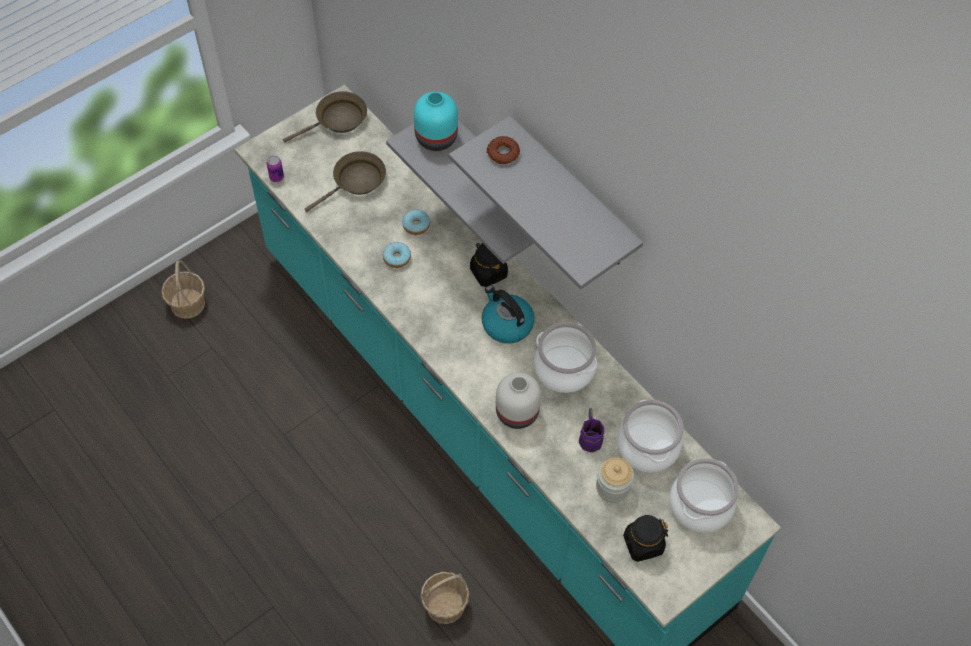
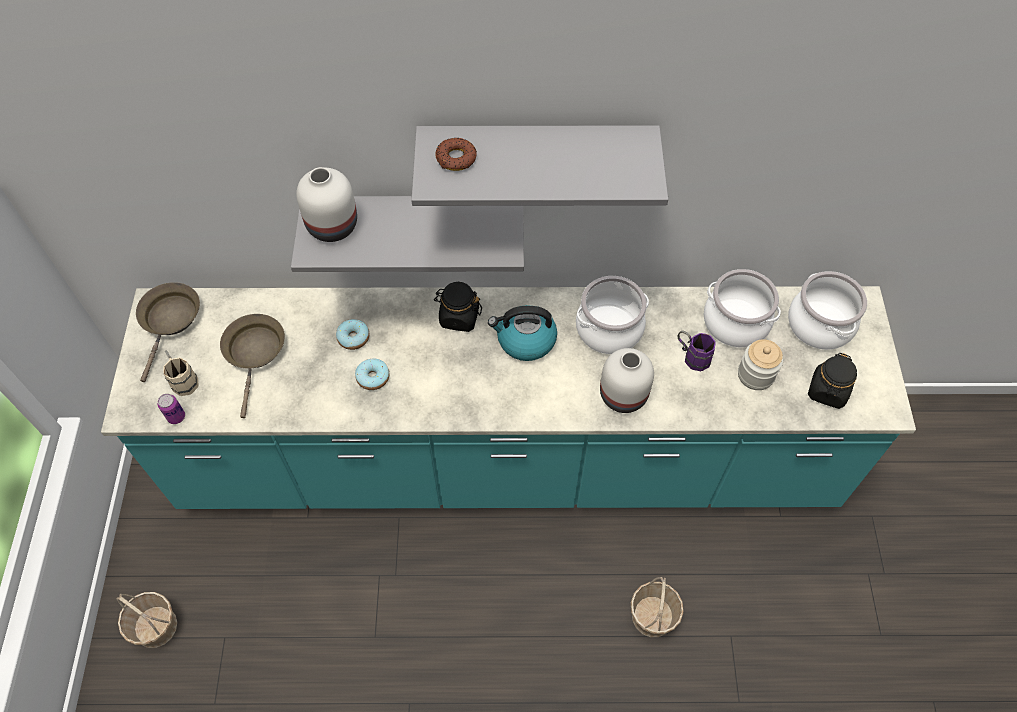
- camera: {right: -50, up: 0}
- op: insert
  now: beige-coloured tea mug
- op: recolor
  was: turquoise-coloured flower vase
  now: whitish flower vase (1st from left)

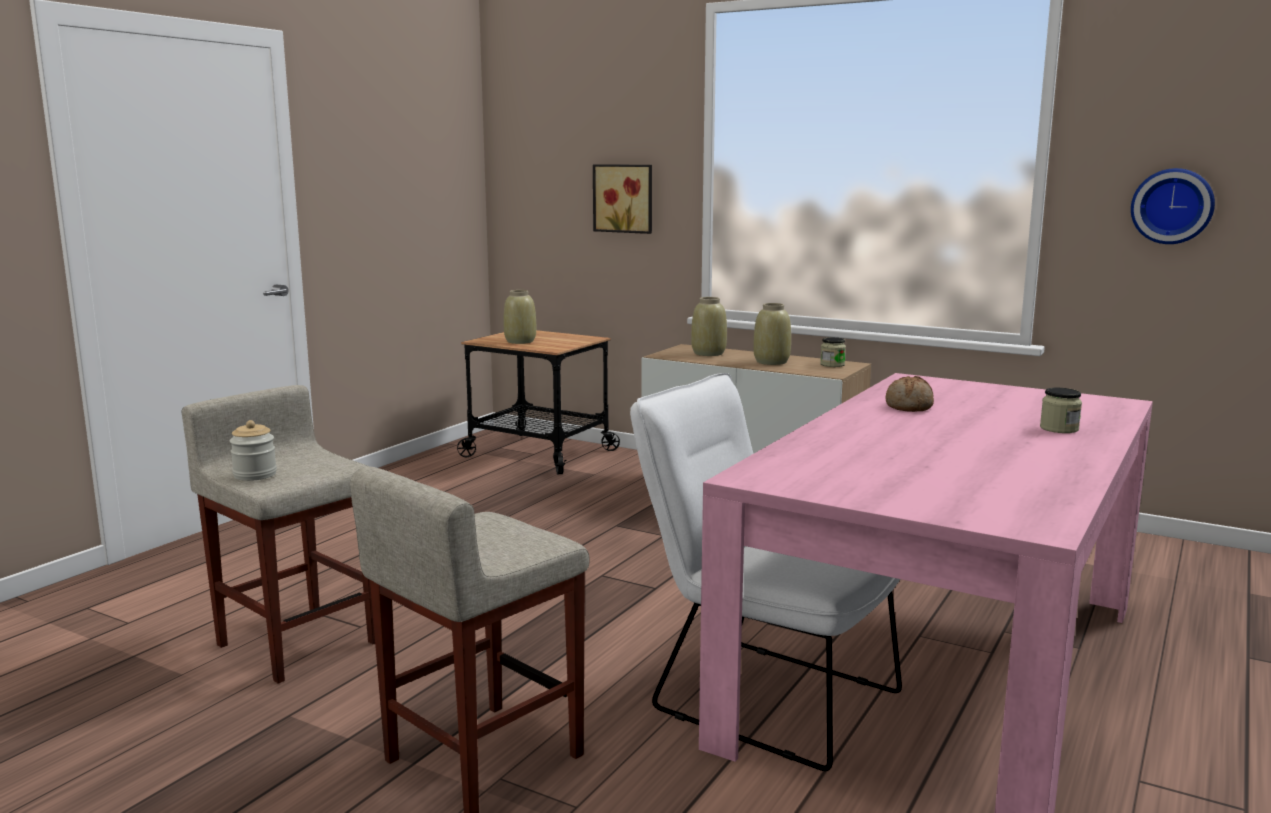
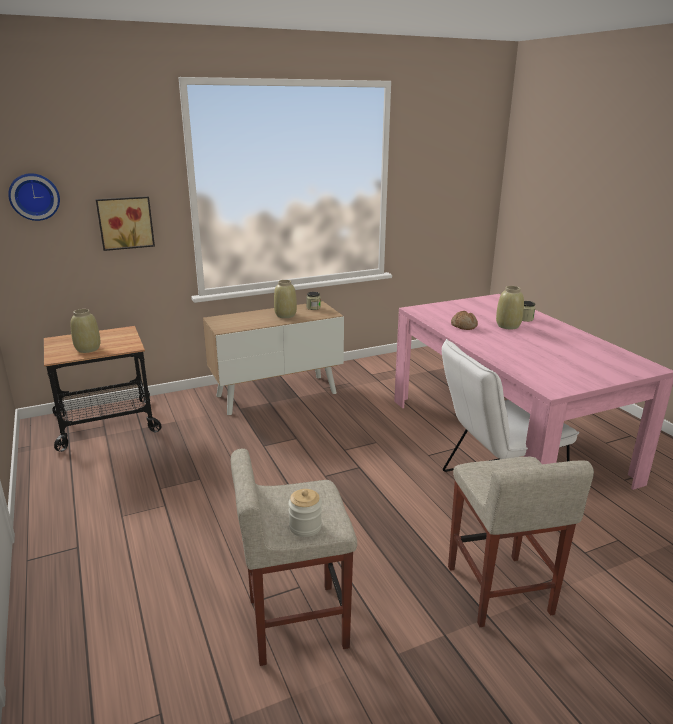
- camera: {right: -55, up: 10}
- op: move
  was: beige-coloured flower vase (2nd from left in the first image)
  now: beige-coloured flower vase (3rd from left)
- op: move
  was: hanging clock

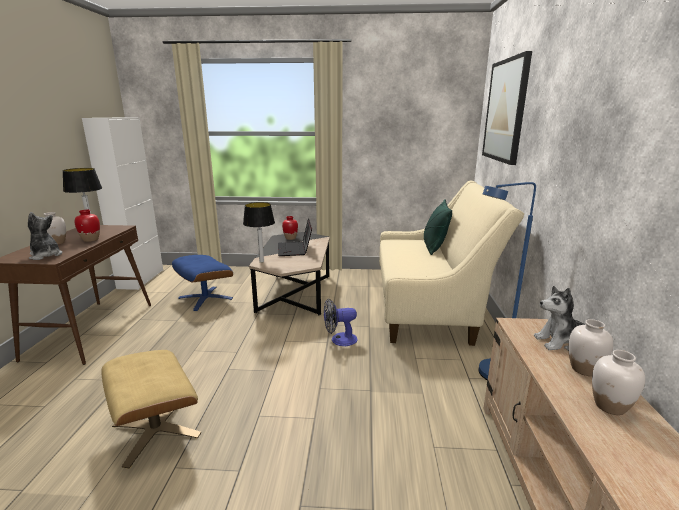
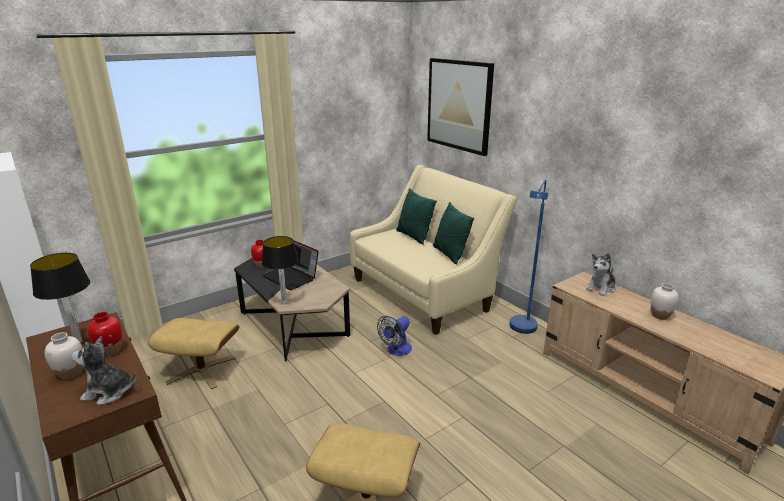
- camera: {right: -40, up: 5}
- op: delete
  was: whitish flower vase (2nd from left)
- op: insert
  now: greenish pillow (2nd from left)
- op: recolor
  was: bluish footrest
  now: beige-coloured footrest (1st from left)

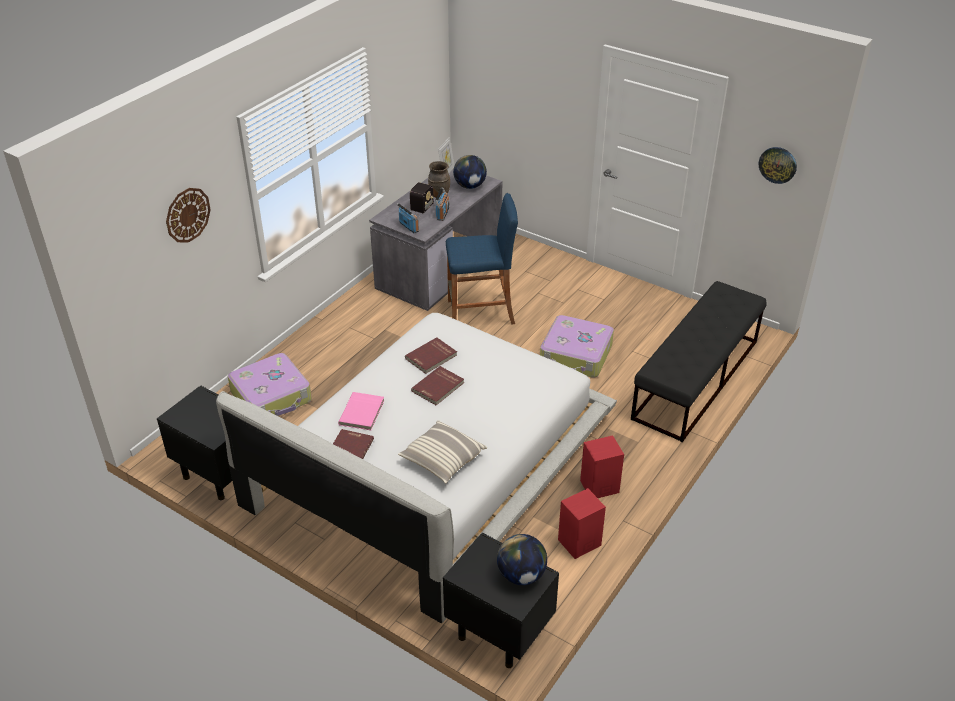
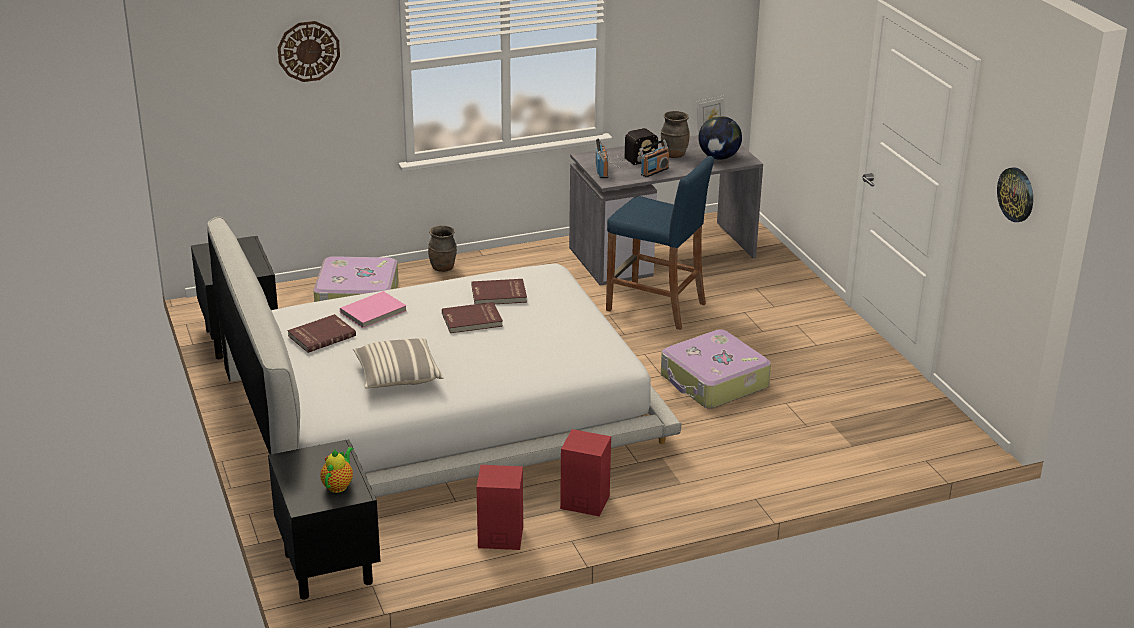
- camera: {right: 35, up: -10}
- op: delete
  was: blackish bench
- op: insert
  now: brown-coloured flower vase (1st from left)
- op: replace
  was: desk globe (2nd from left)
  now: pot for tea

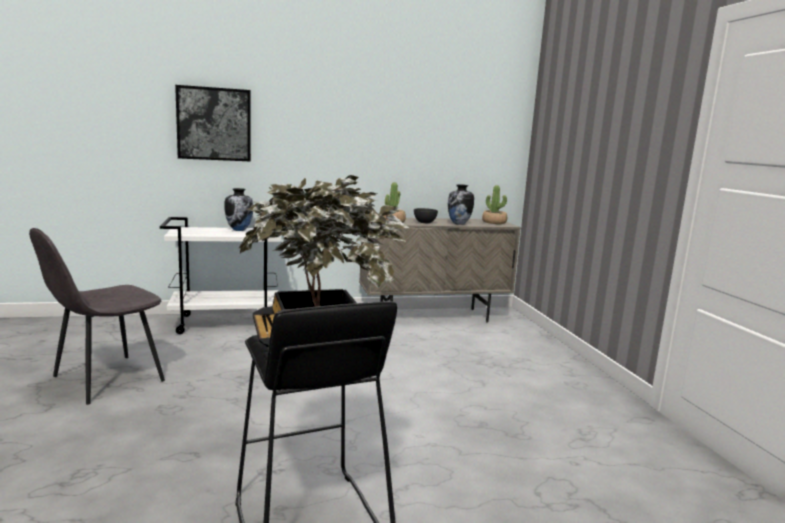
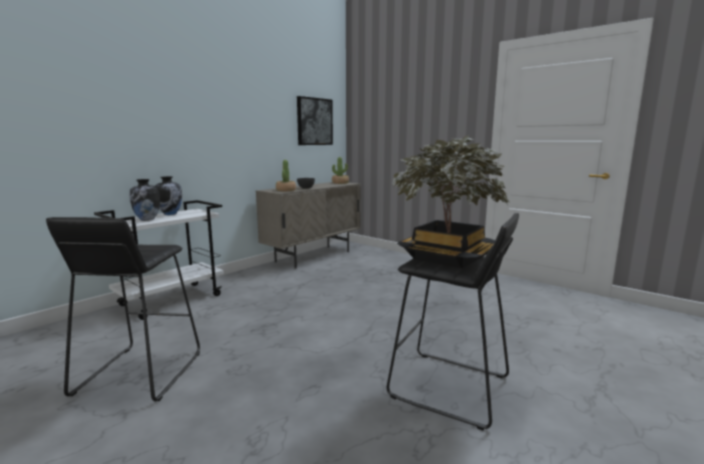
- camera: {right: -35, up: 0}
- op: move
  was: picture
- op: move
  was: flower vase (2nd from left in the first image)
  now: flower vase (1st from left)
- op: replace
  was: greyish plain chair
  now: blackish stool (1st from left)

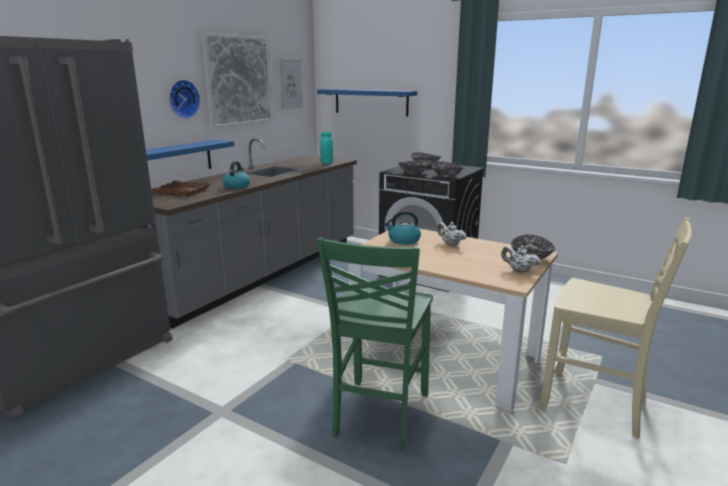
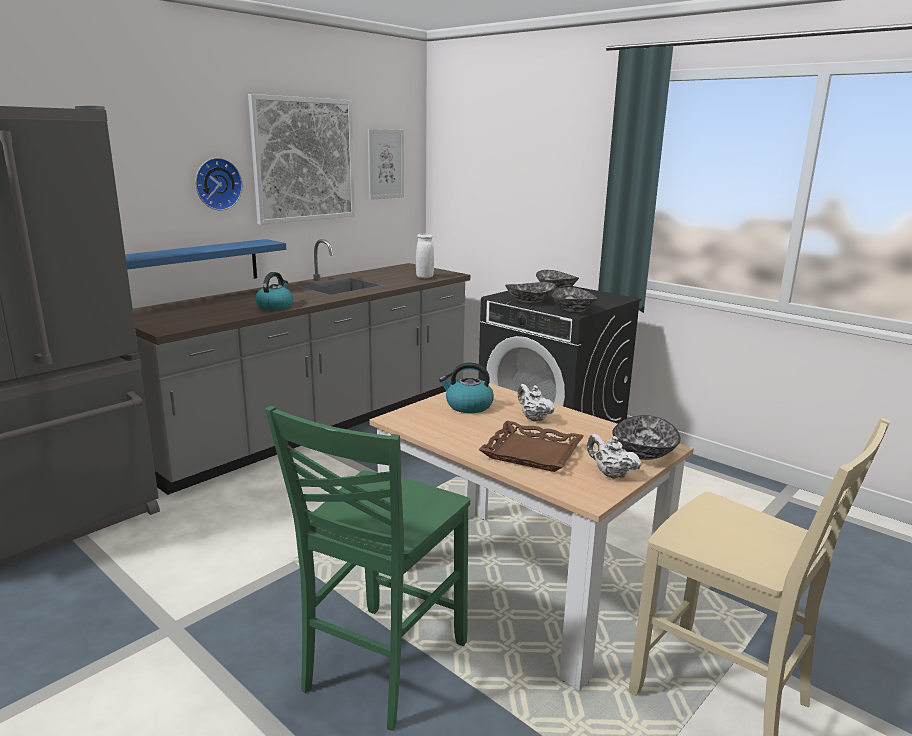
- camera: {right: 10, up: 0}
- op: delete
  was: bluish shelf (2nd from left)
- op: move
  was: brown-coloured tray
- op: recolor
  was: turquoise-coloured flower vase
  now: whitish flower vase

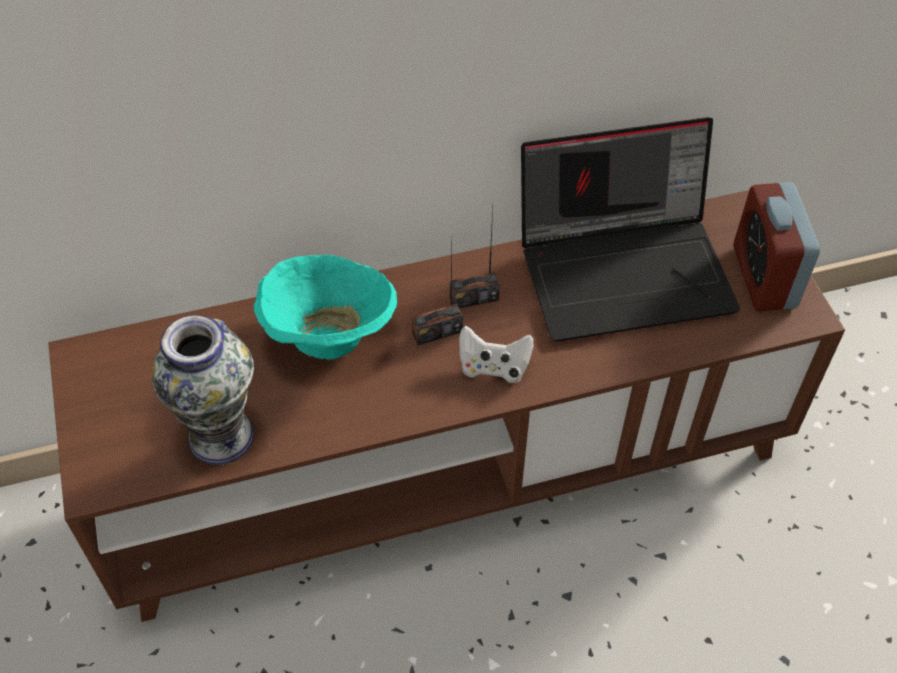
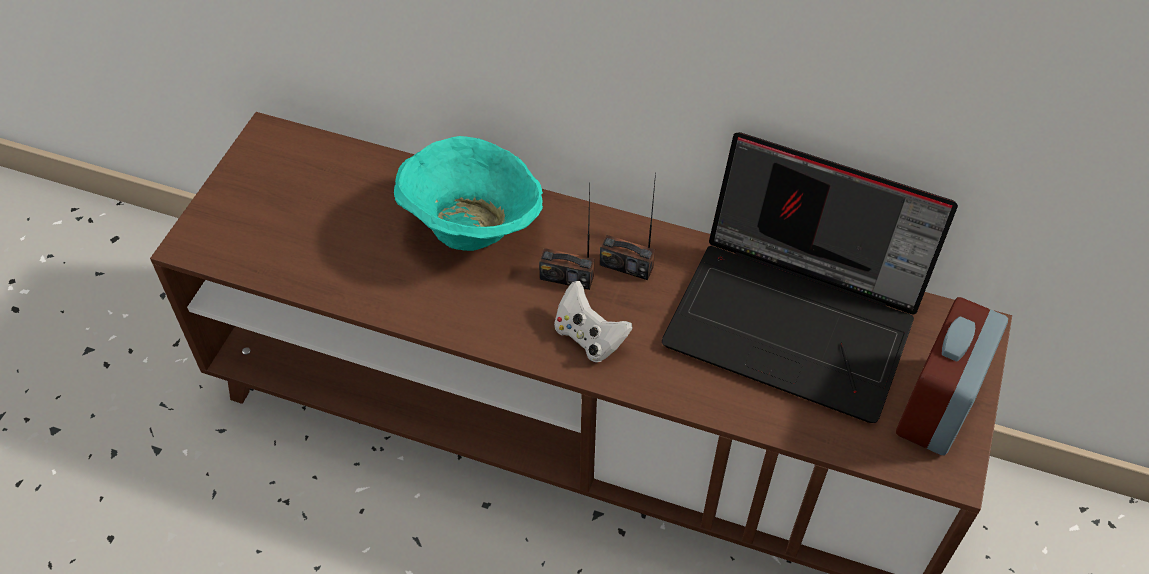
- camera: {right: 35, up: 0}
- op: delete
  was: flower vase

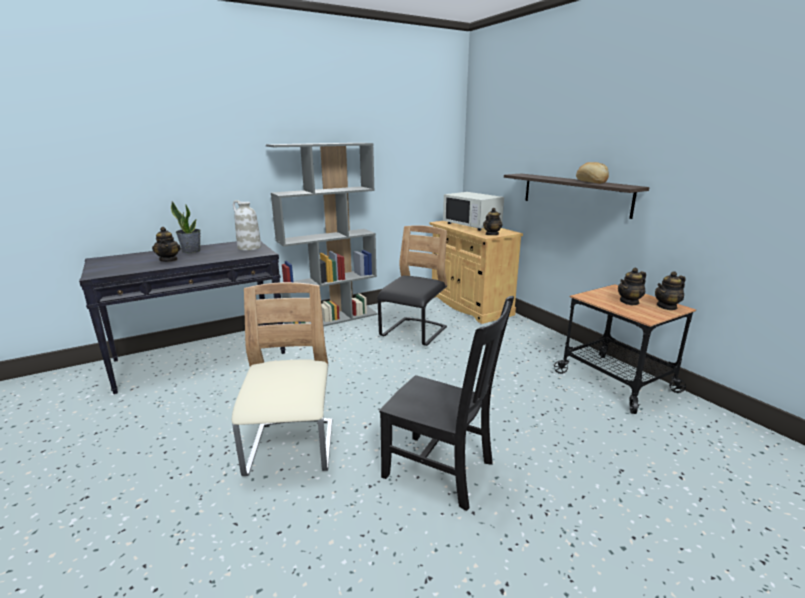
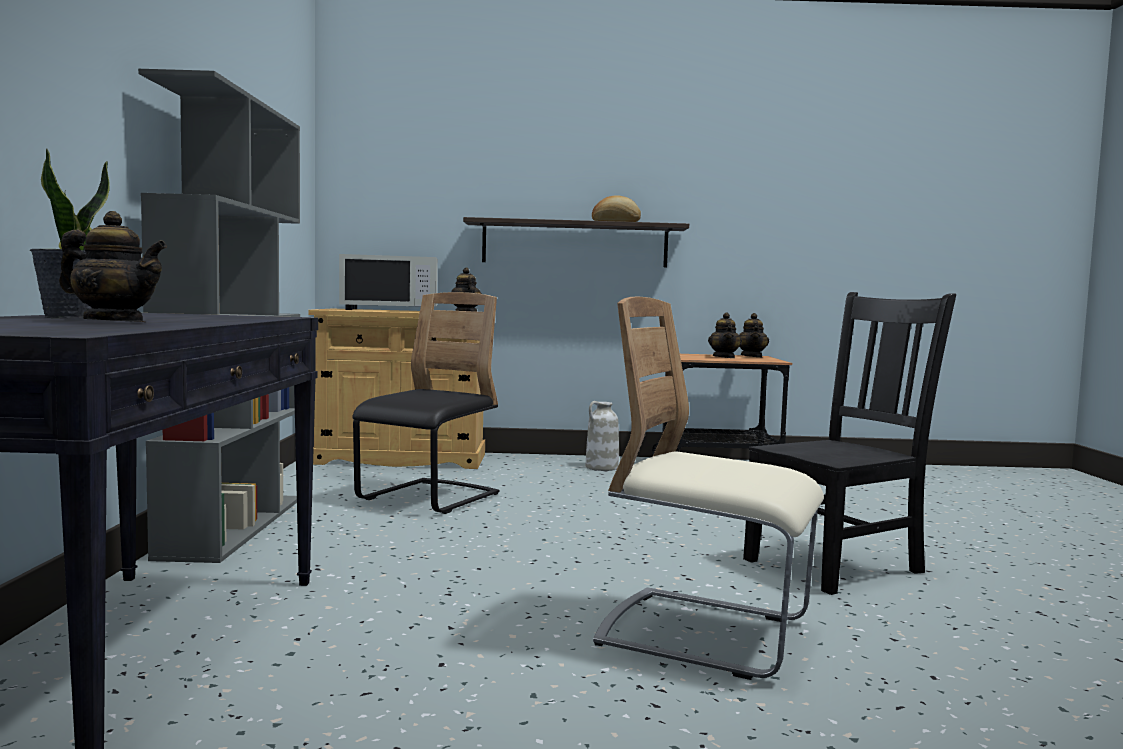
- camera: {right: -60, up: -15}
- op: move
  was: whitish flower vase
- op: rotate
  was: blackish plain chair (1st from left)
  clockwise: 60

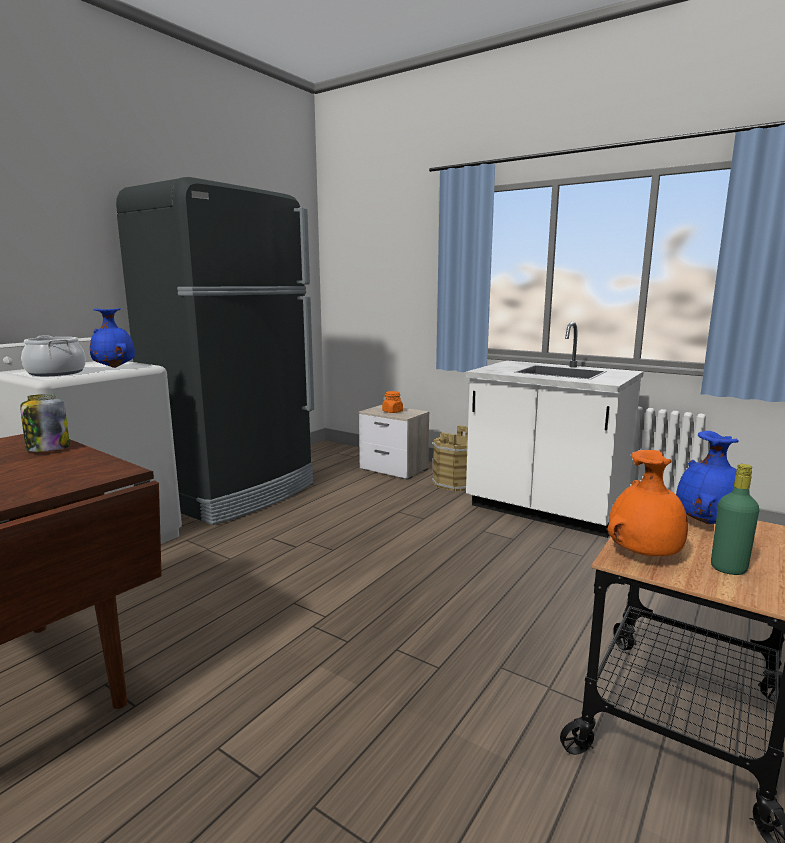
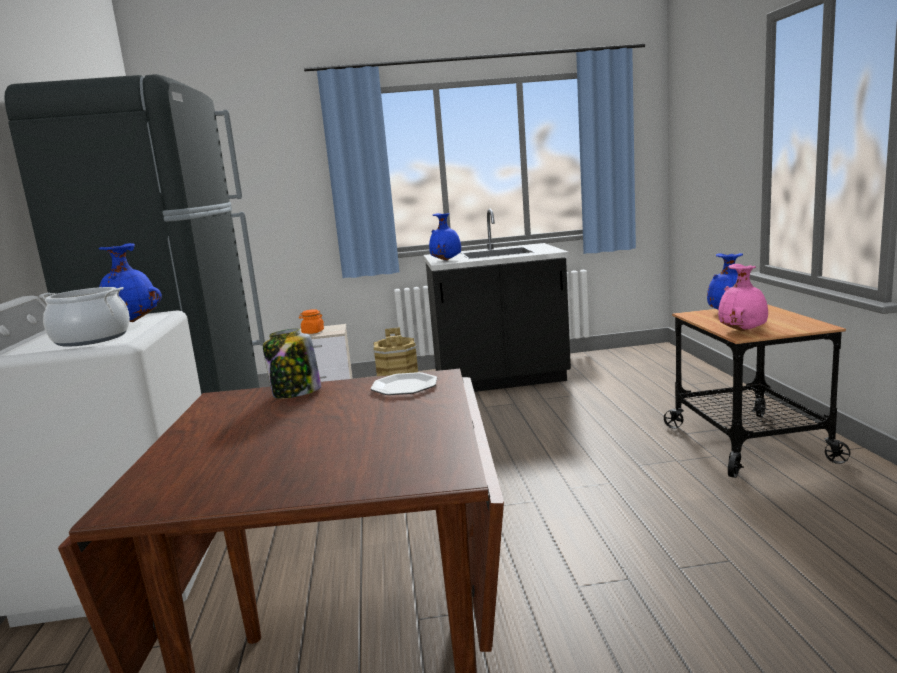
- camera: {right: -40, up: 0}
- op: delete
  was: greenish drink bottle
- op: insert
  now: dinner plate
- op: insert
  now: bluish flower vase (2nd from left)
- op: recolor
  was: whitish kitchen counter
  now: blackish kitchen counter
- op: recolor
  was: orange-coloured flower vase
  now: pink-coloured flower vase

